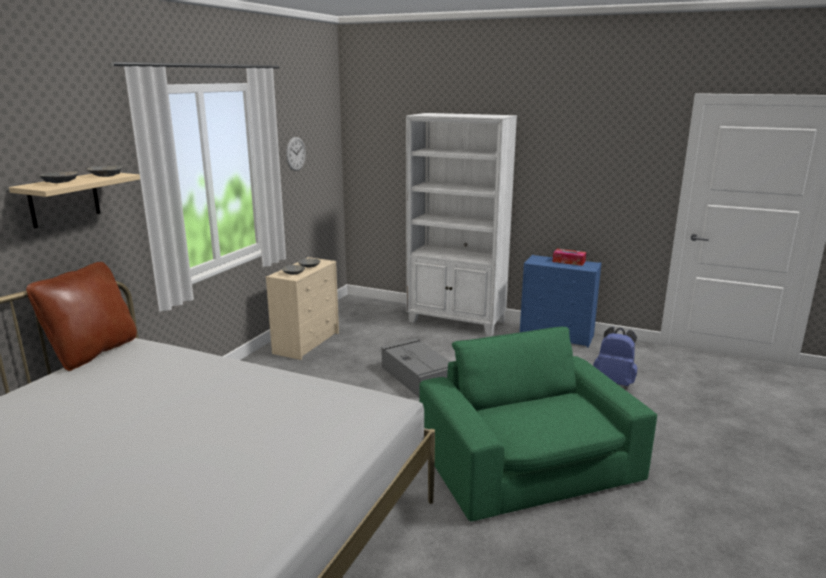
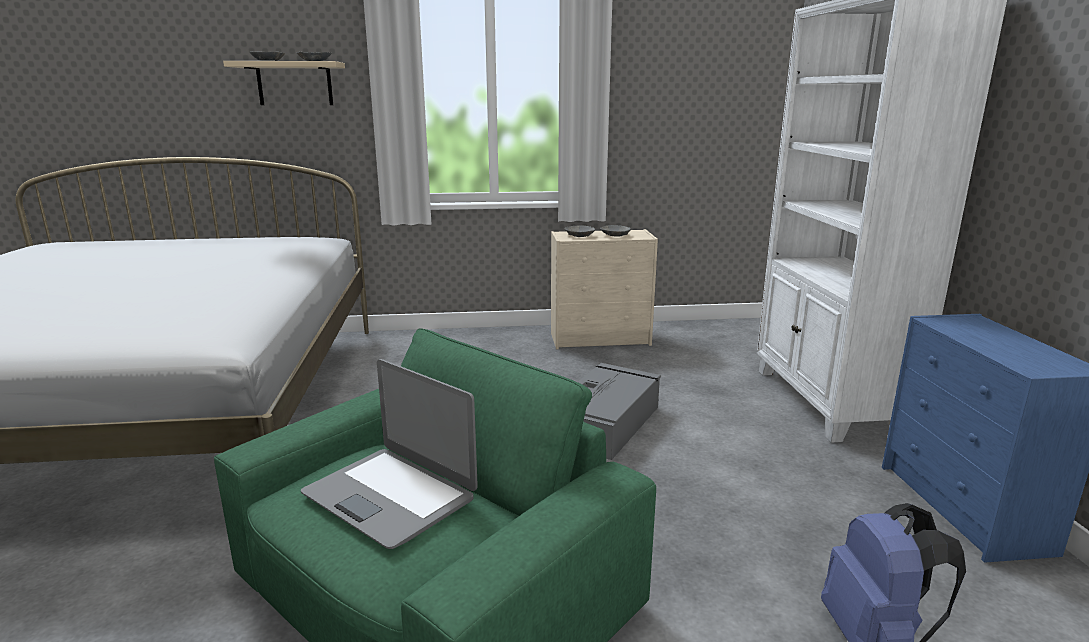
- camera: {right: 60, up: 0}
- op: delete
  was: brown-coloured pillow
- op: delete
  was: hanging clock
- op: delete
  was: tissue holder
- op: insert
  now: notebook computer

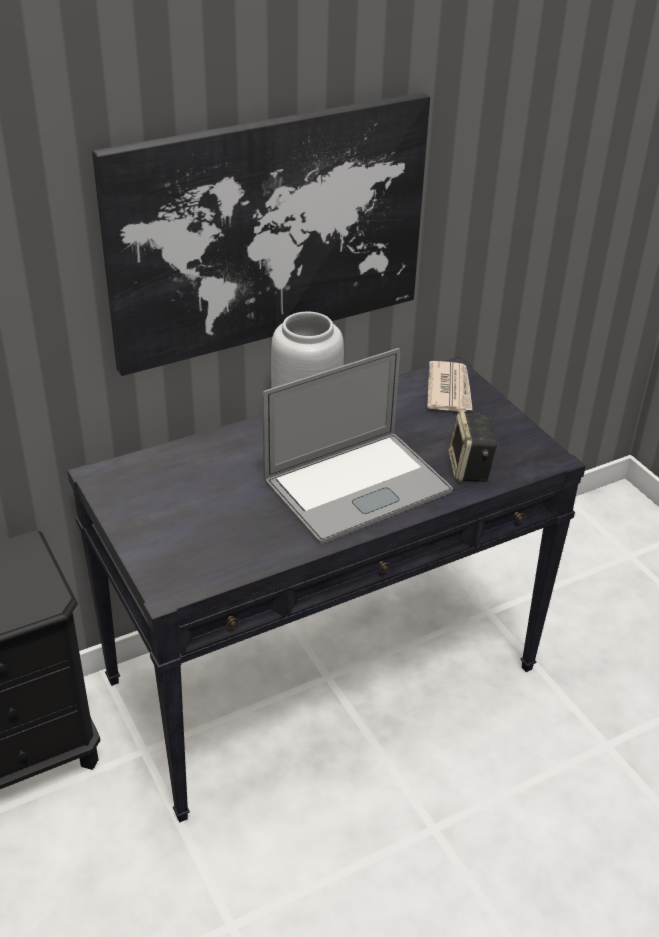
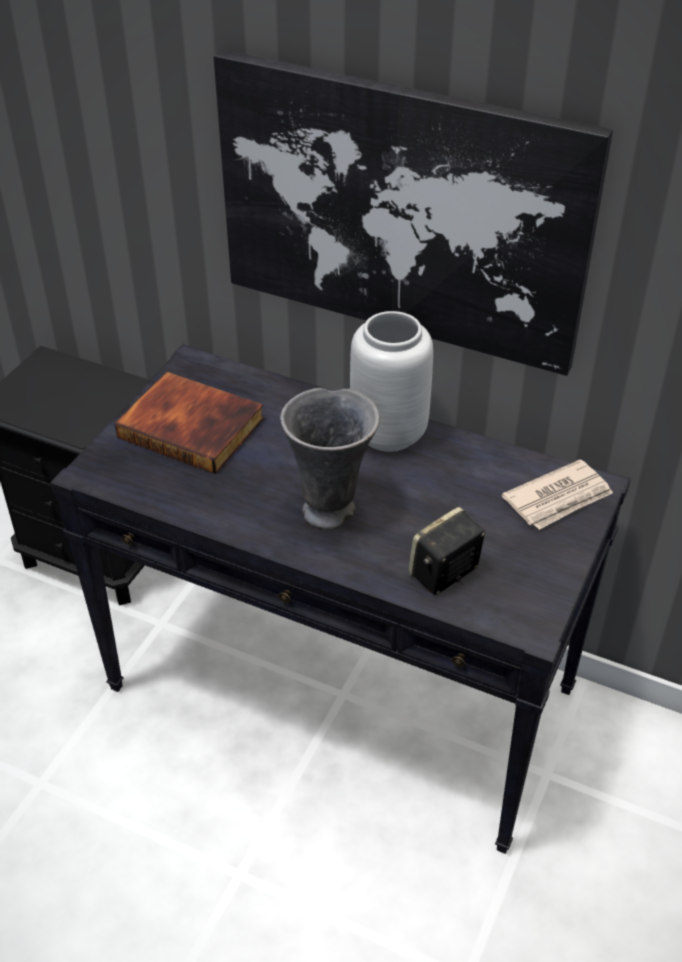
- camera: {right: 55, up: 5}
- op: insert
  now: volume
- op: replace
  was: notebook computer
  now: greyish flower vase (1st from left)

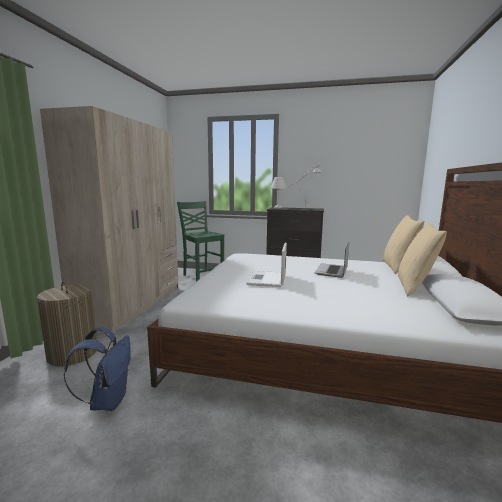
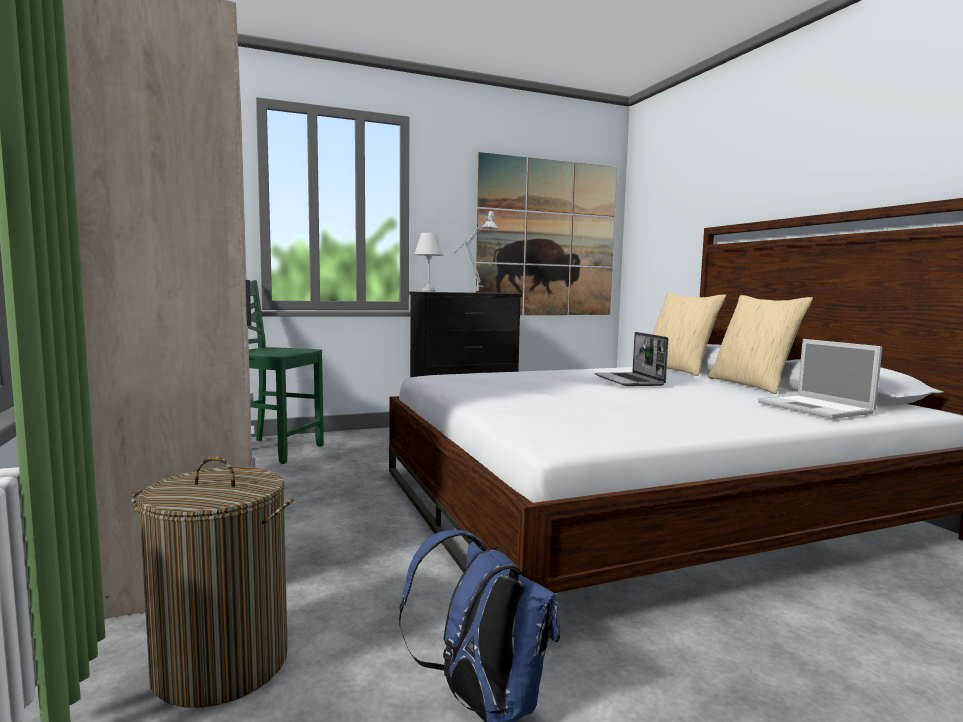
- camera: {right: -35, up: -5}
- op: insert
  now: picture
- op: move
  was: notebook computer (1st from left in the first image)
  now: notebook computer (2nd from left)

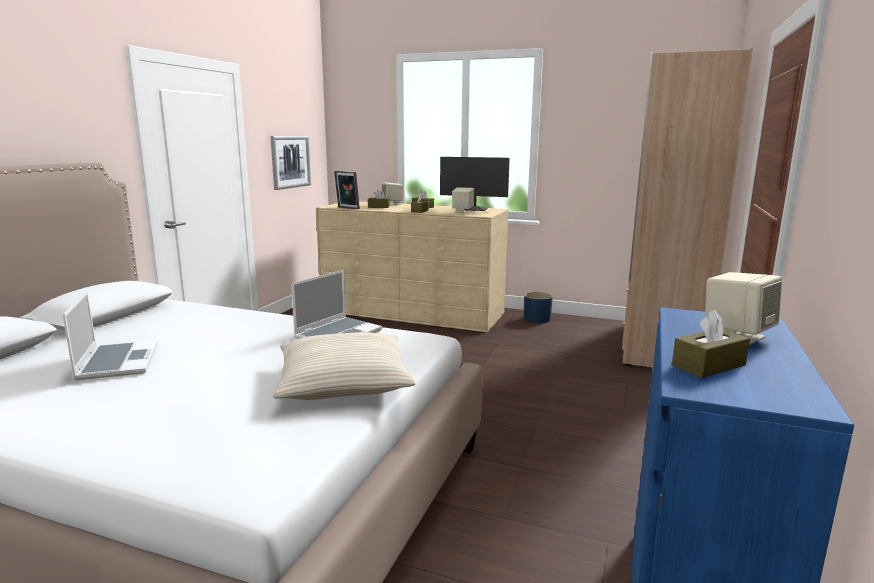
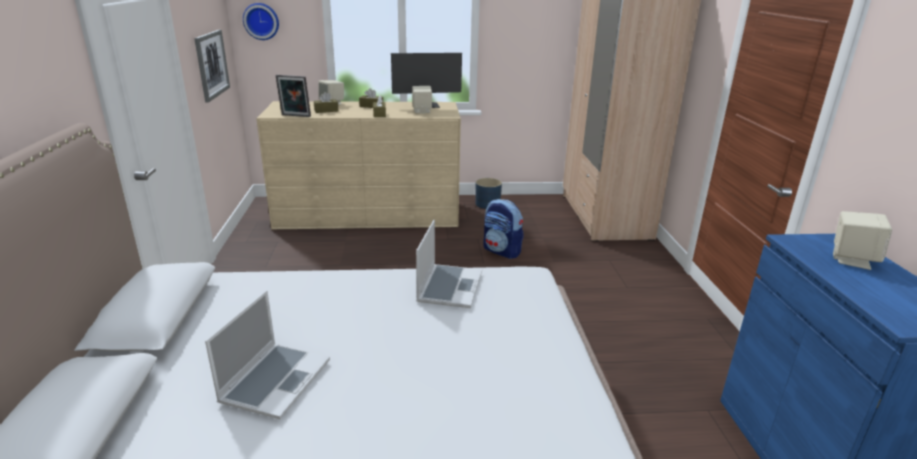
- camera: {right: -25, up: 10}
- op: delete
  was: beige-coloured pillow
- op: delete
  was: brown-coloured tissue holder (4th from left)
- op: insert
  now: hanging clock
- op: insert
  now: knapsack
- op: rotate
  was: notebook computer (1st from left)
  clockwise: 60

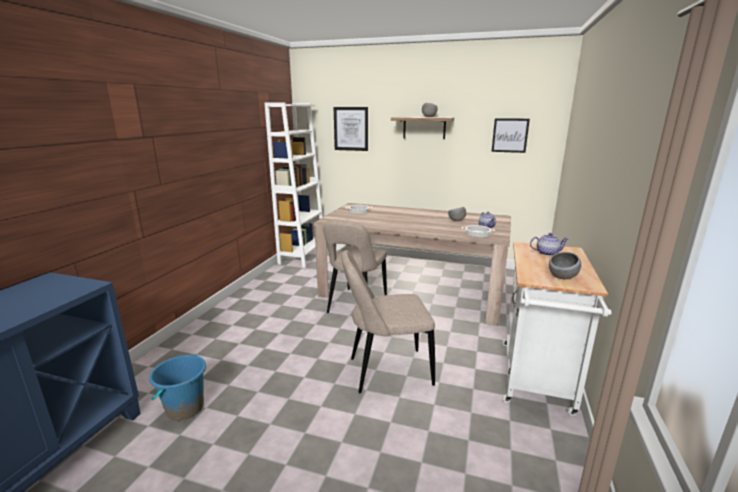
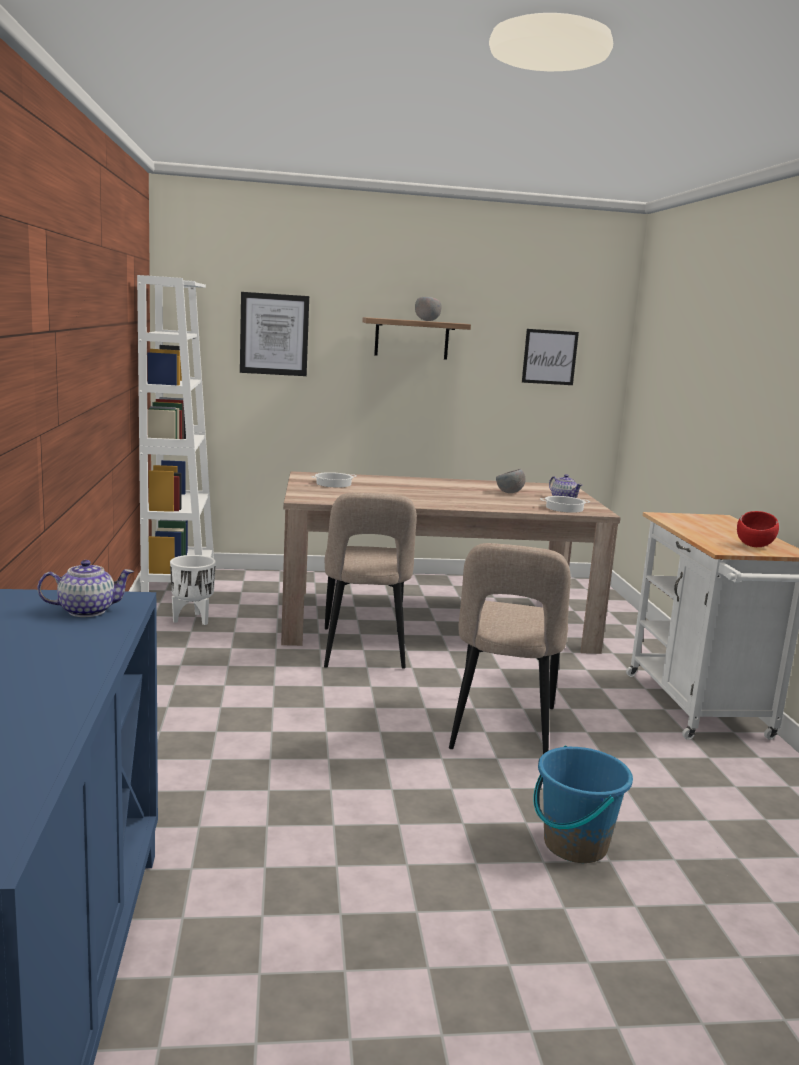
- camera: {right: -25, up: -5}
- op: insert
  now: whitish flower pot
- op: move
  was: bluish water bucket
- op: move
  was: pot for tea (2nd from left in the first image)
  now: pot for tea (1st from left)
- op: recolor
  was: greyish bowl (3rd from left)
  now: red-coloured bowl
- op: rotate
  was: beige-coloured plain chair (2nd from left)
  clockwise: -45

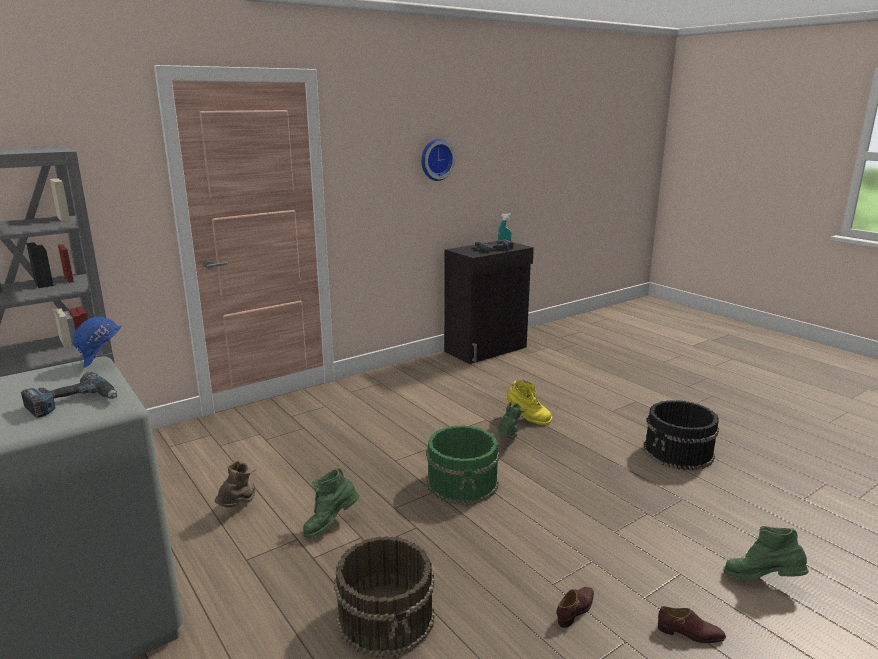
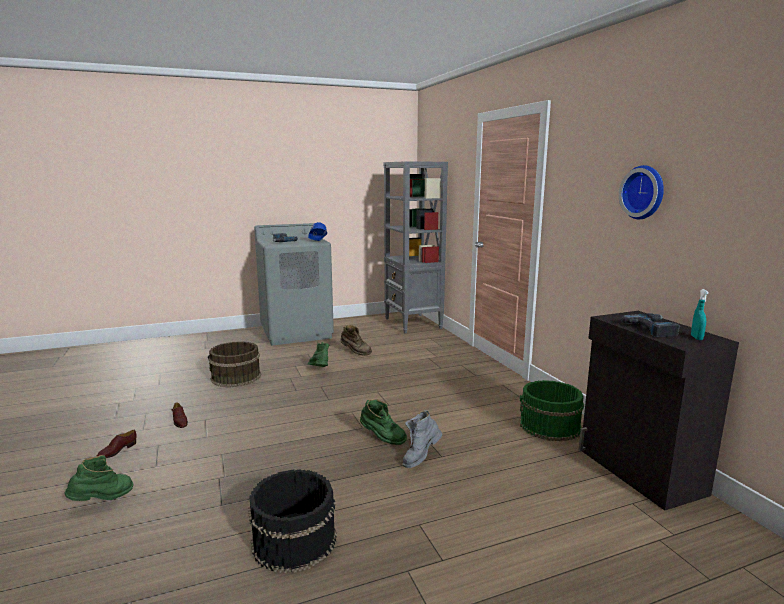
- camera: {right: 105, up: -5}
- op: move
  was: greenish water bucket
- op: recolor
  was: yellow tall boot
  now: greyish tall boot

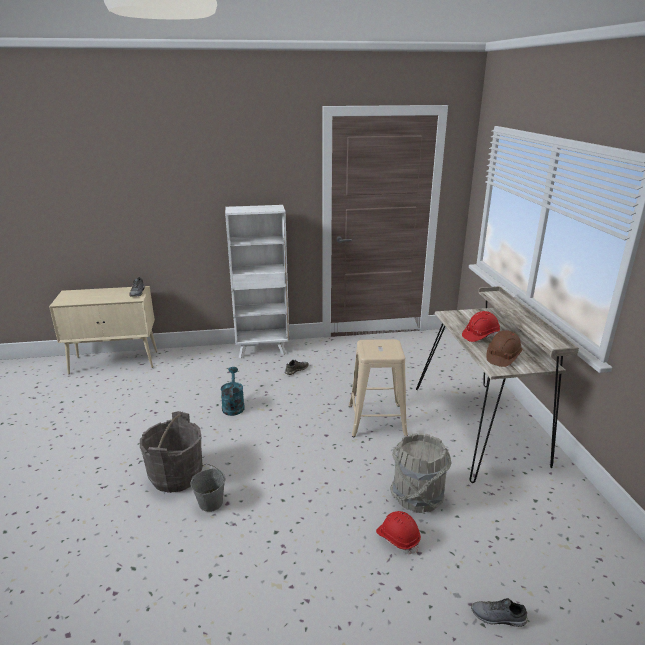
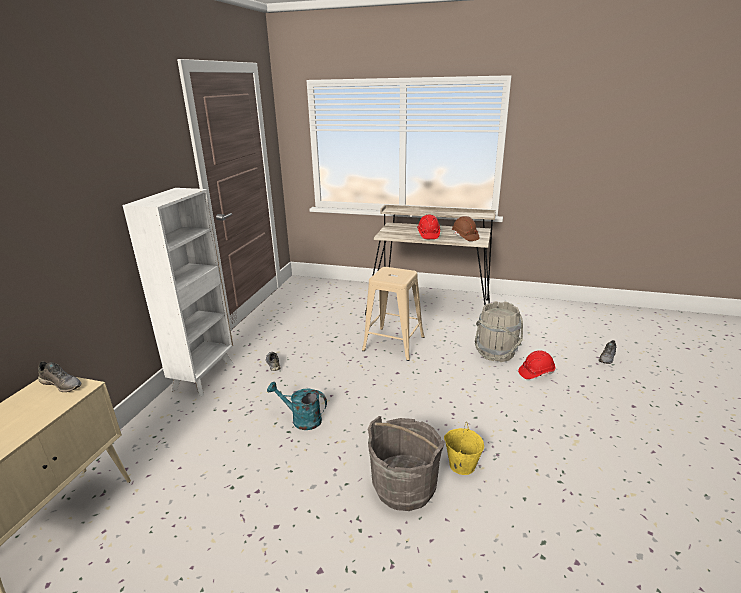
- camera: {right: -65, up: 0}
- op: recolor
  was: greyish water bucket (2nd from left)
  now: yellow water bucket

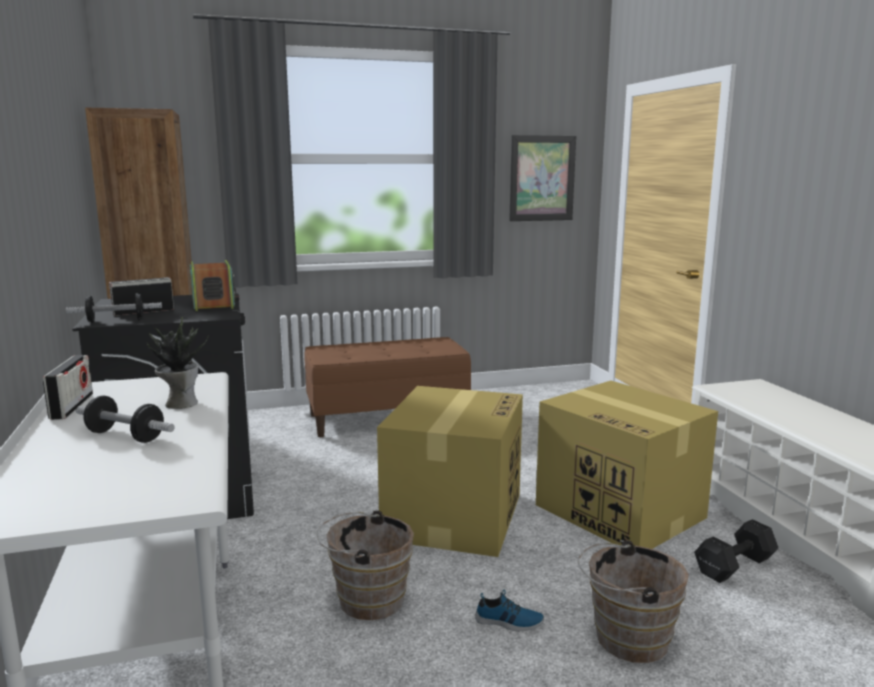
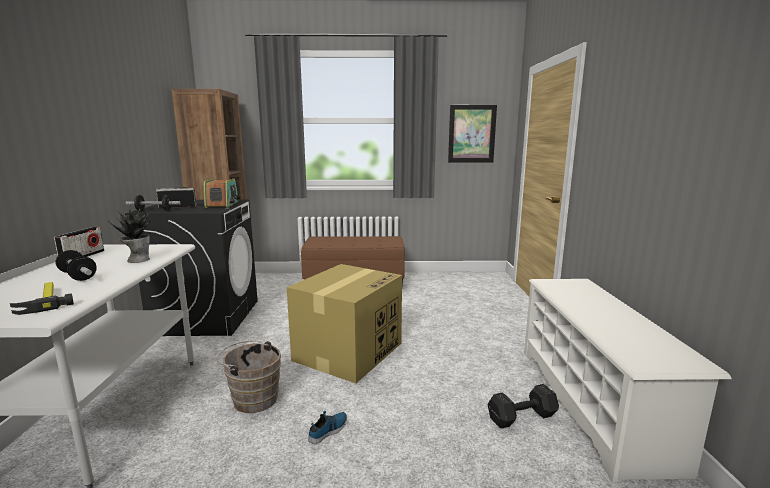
- camera: {right: 15, up: 0}
- op: delete
  was: carton (2nd from left)
- op: delete
  was: brown-coloured water bucket (2nd from left)
- op: insert
  now: hand hammer
- op: rotate
  was: low shoe
  clockwise: -75

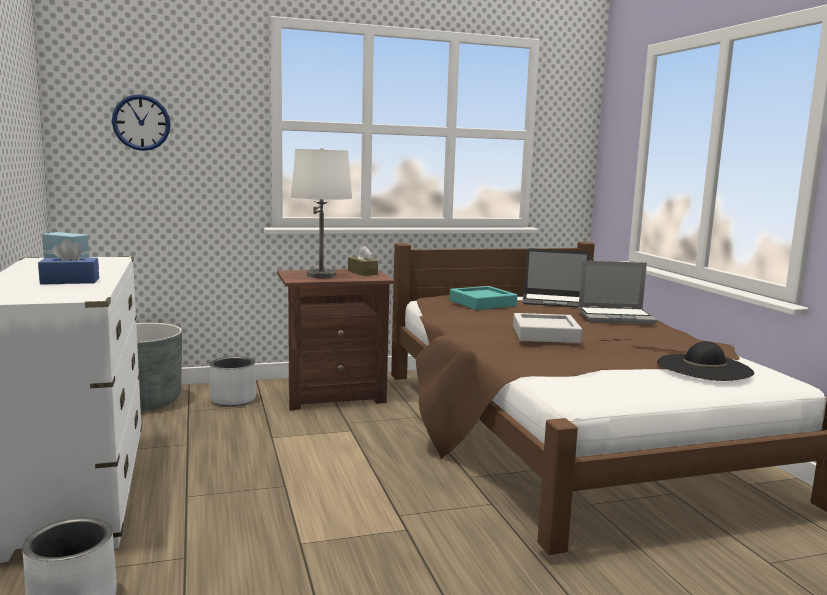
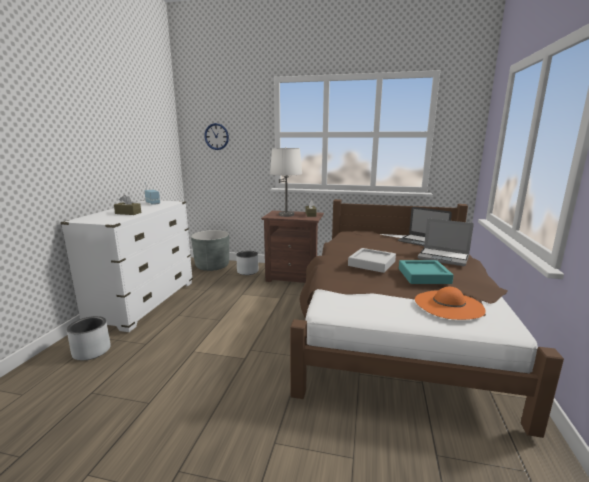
- camera: {right: 30, up: 5}
- op: move
  was: turquoise-coloured tray
- op: recolor
  was: bluish tissue holder
  now: brown-coloured tissue holder (1st from left)
- op: recolor
  was: blackish wearable hat
  now: orange-coloured wearable hat

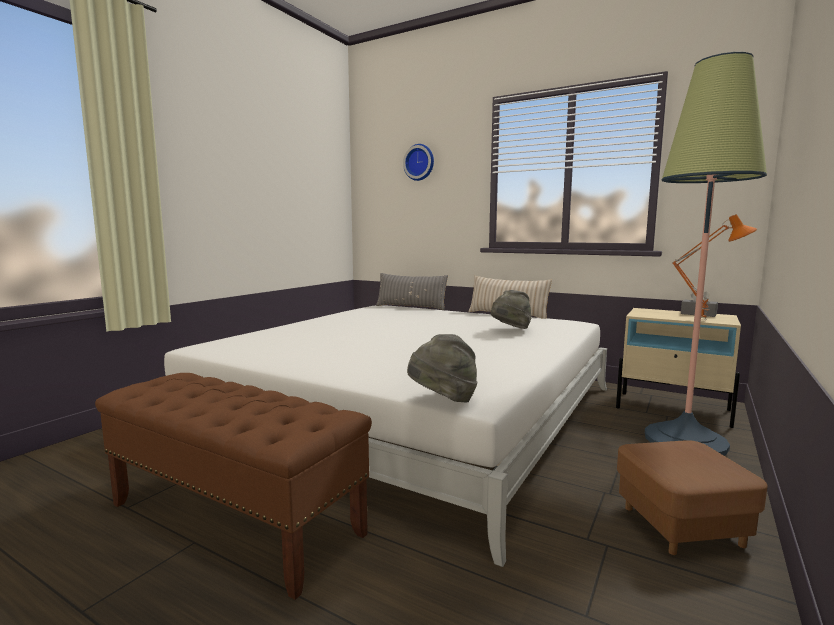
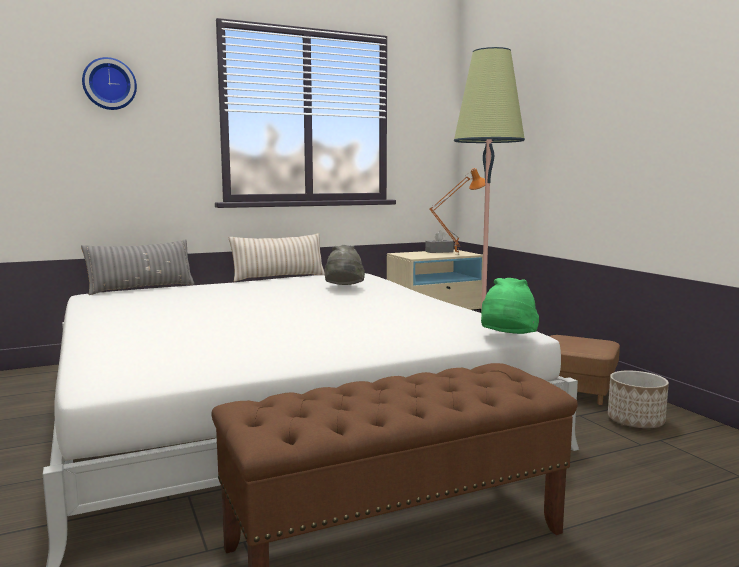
- camera: {right: -55, up: 0}
- op: insert
  now: flower pot
- op: recolor
  was: greyish wearable hat (1st from left)
  now: greenish wearable hat

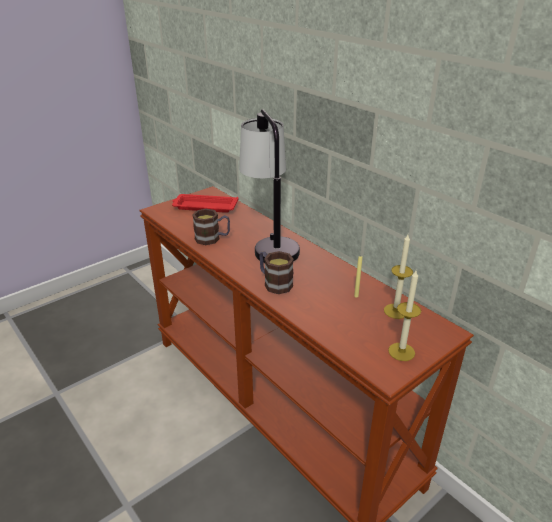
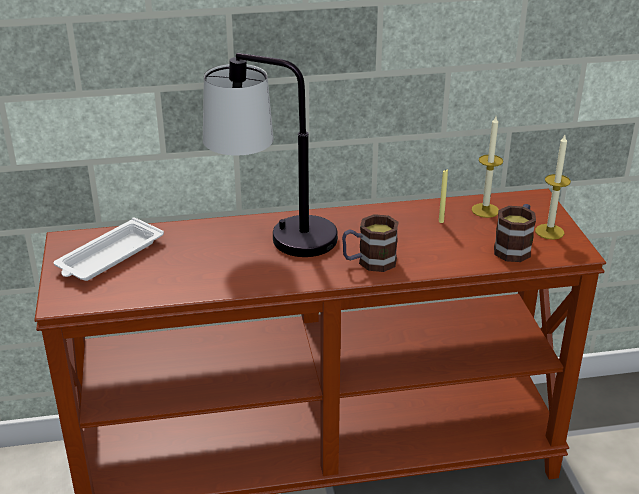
- camera: {right: -60, up: 0}
- op: move
  was: tea mug (1st from left in the first image)
  now: tea mug (2nd from left)
- op: recolor
  was: red-coloured tray
  now: whitish tray

